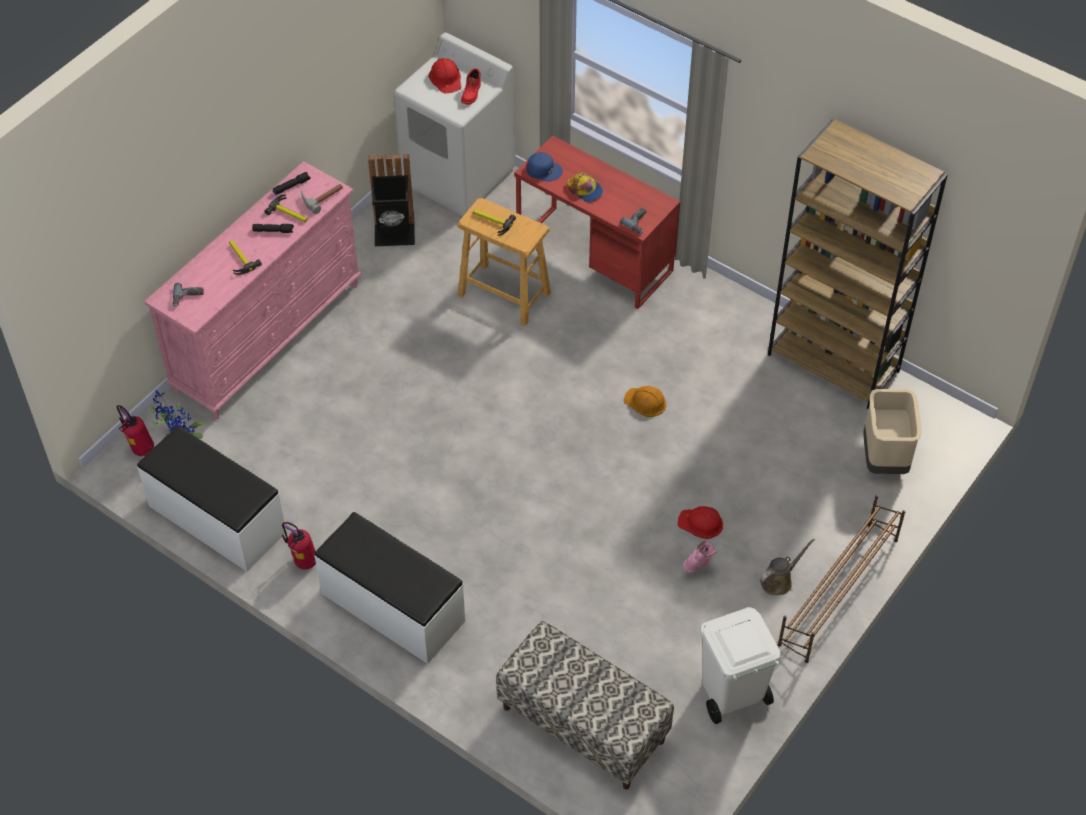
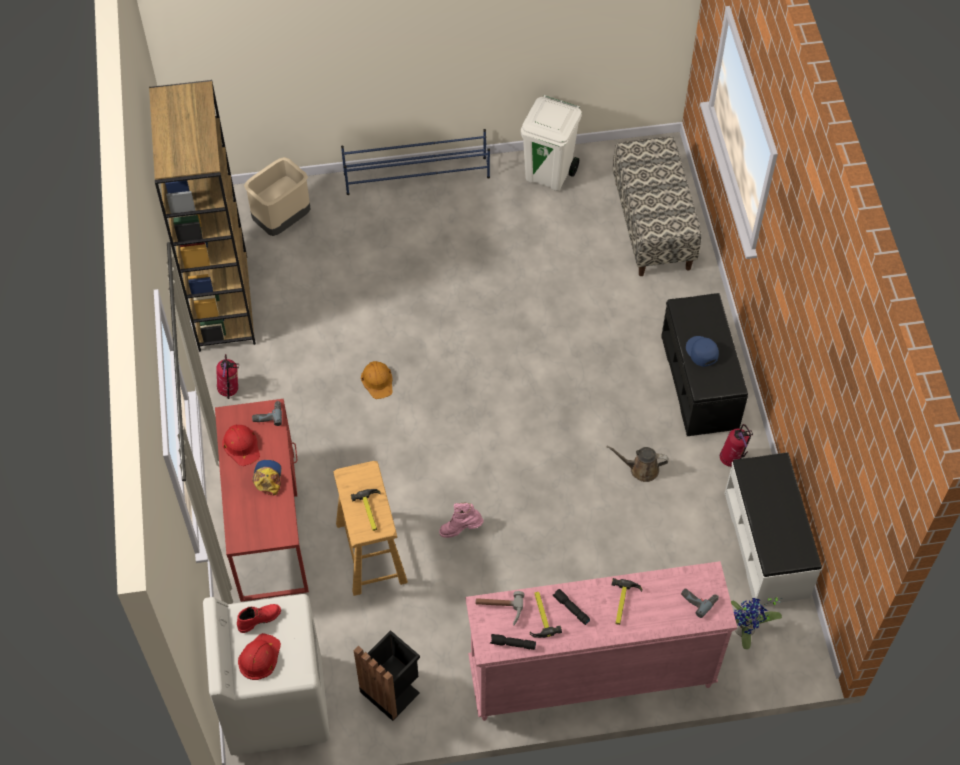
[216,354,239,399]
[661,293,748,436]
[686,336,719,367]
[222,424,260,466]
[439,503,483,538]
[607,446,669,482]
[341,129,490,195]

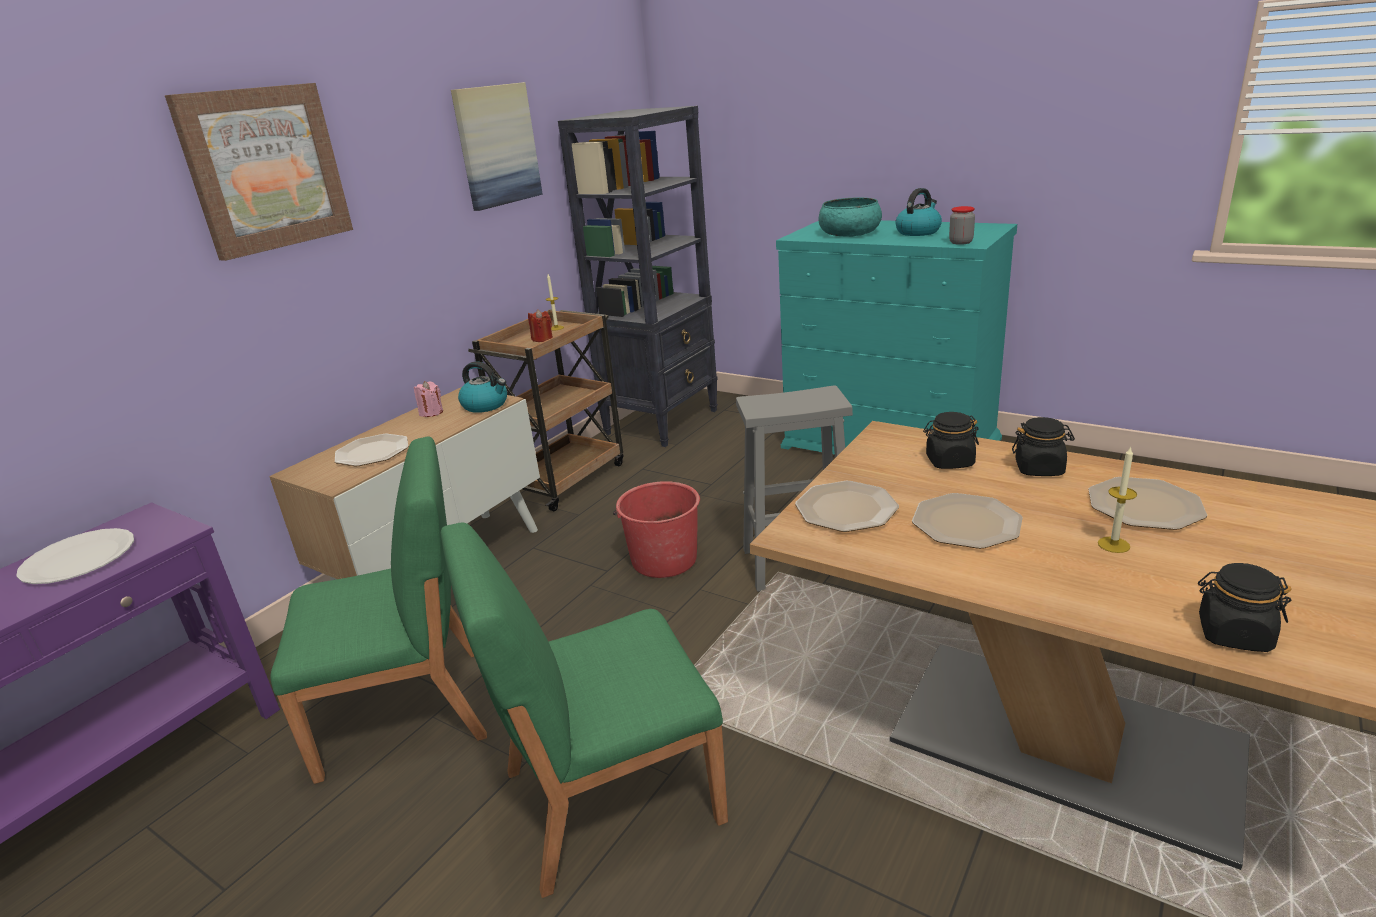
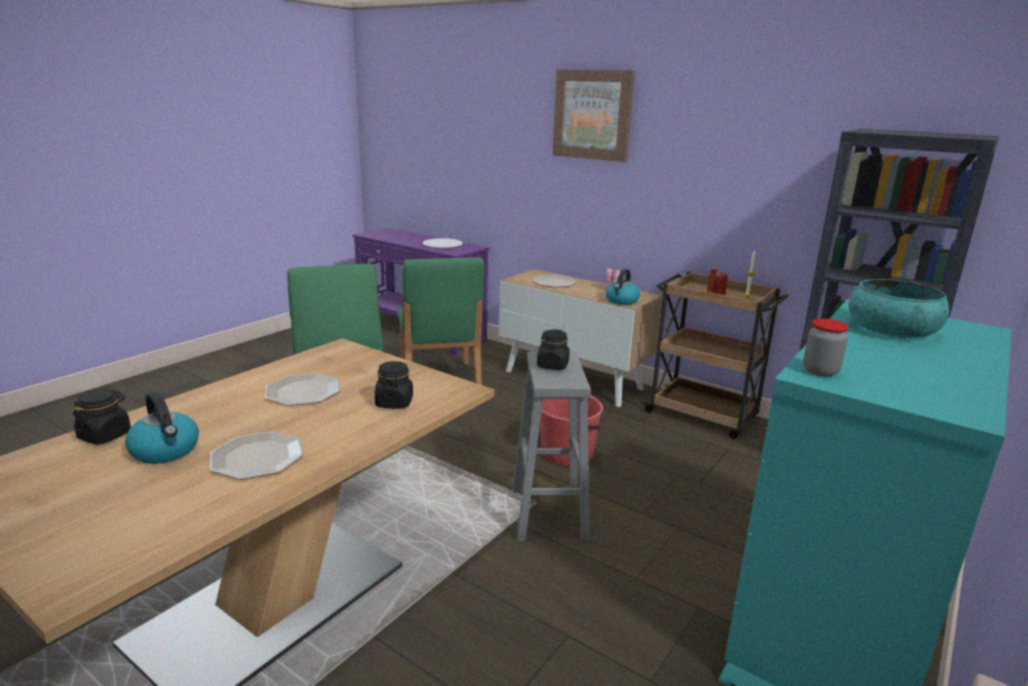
[451,82,543,211] (first image)
[795,481,899,532] (first image)
[125,391,199,464]
[537,329,570,370]
[1098,446,1137,553] (first image)

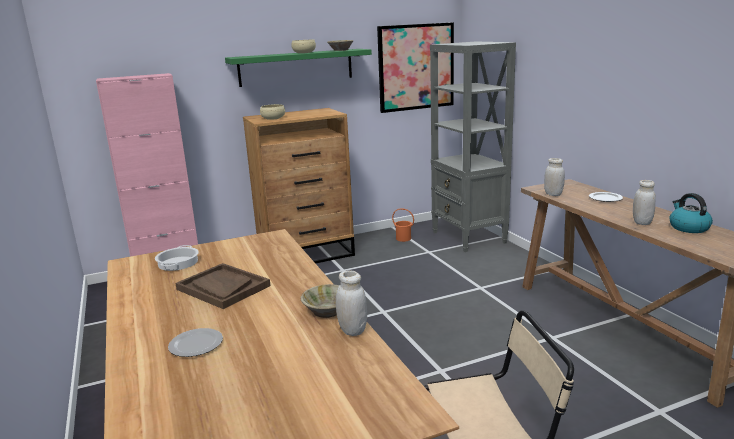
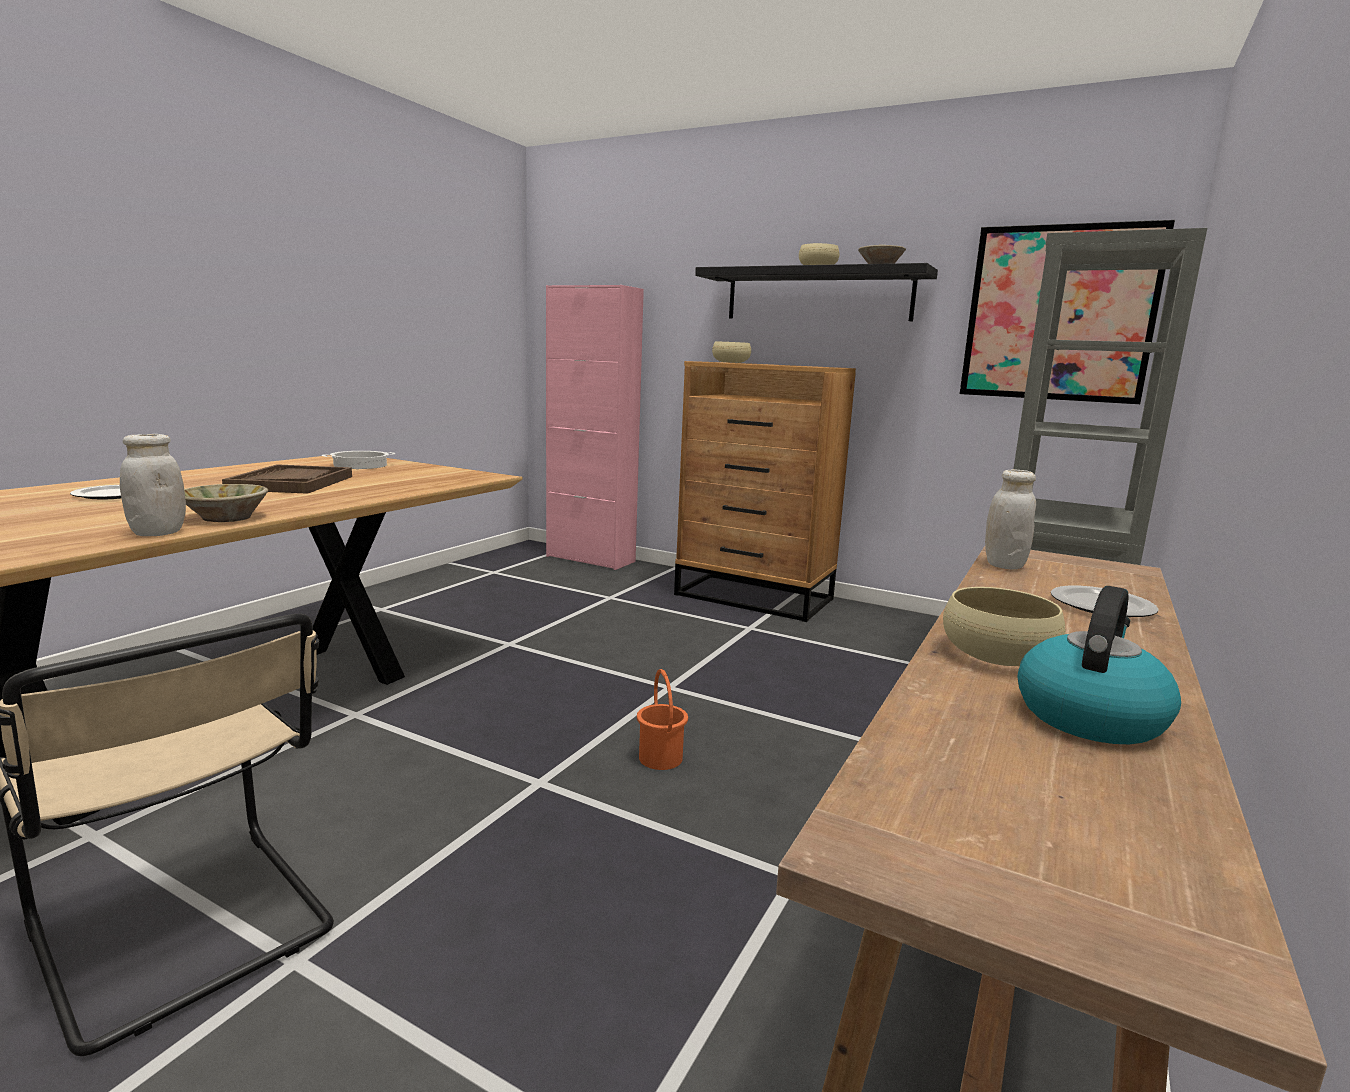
[695,263,938,321]
[637,669,688,770]
[943,587,1065,666]

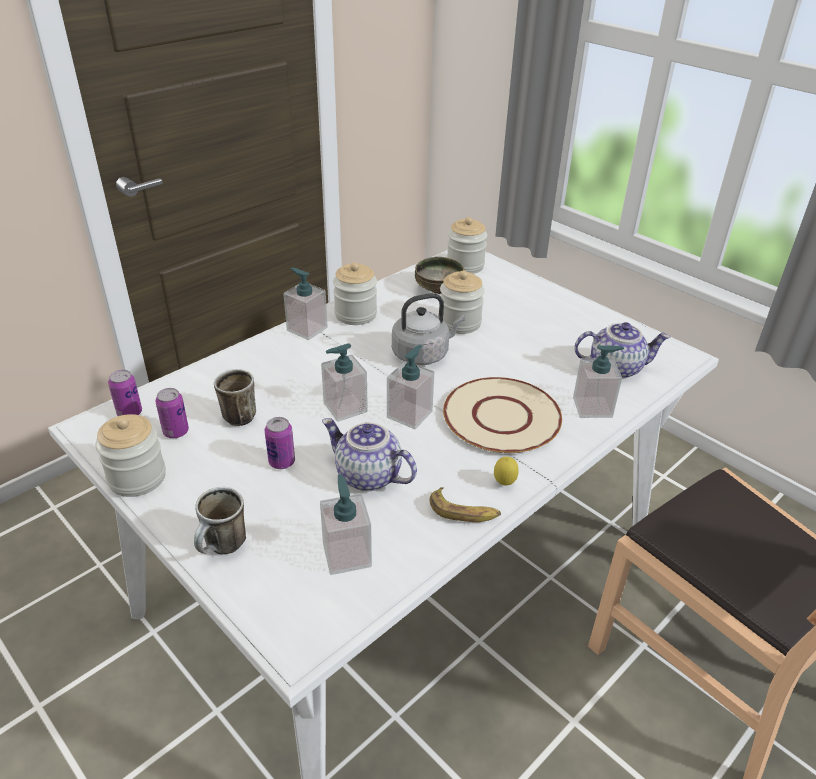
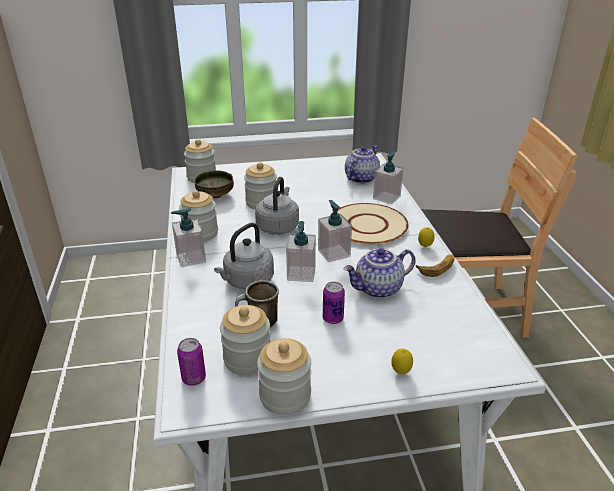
[220,305,271,375]
[391,349,413,374]
[320,474,372,575] (first image)
[214,223,274,290]

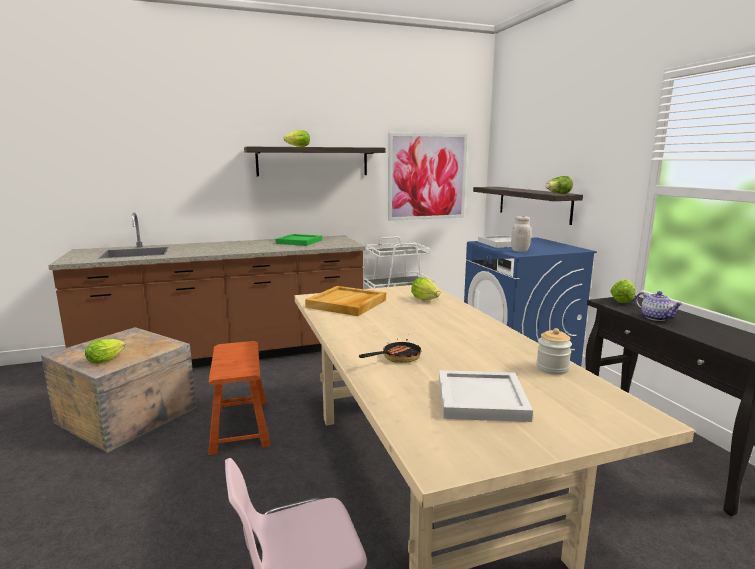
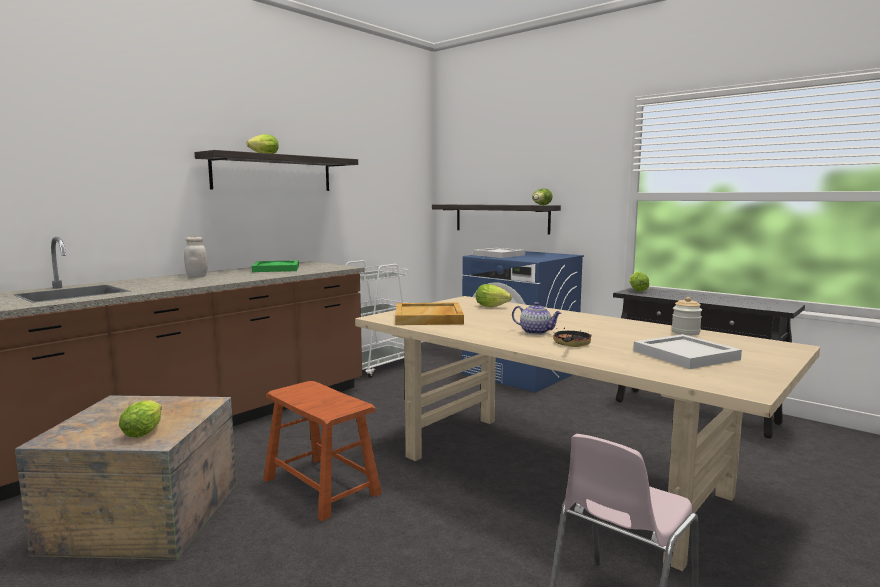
[388,133,468,221] (first image)
[184,237,208,278]
[512,302,562,335]

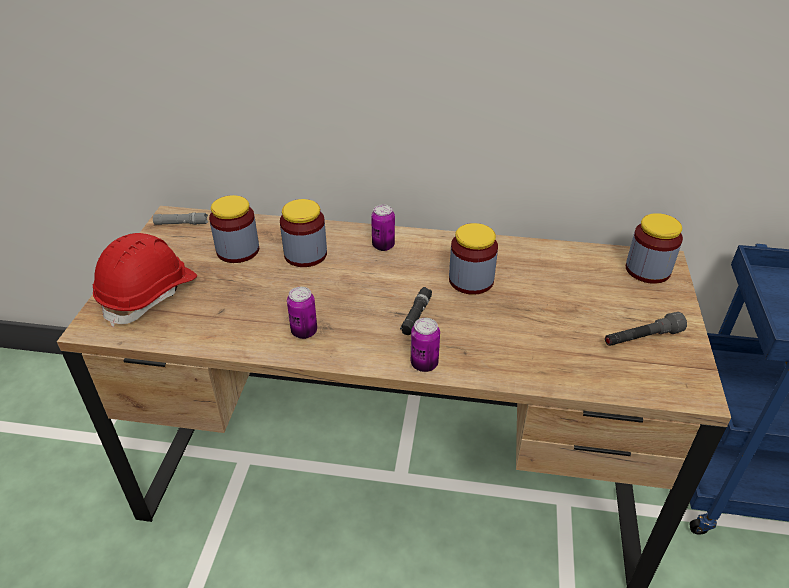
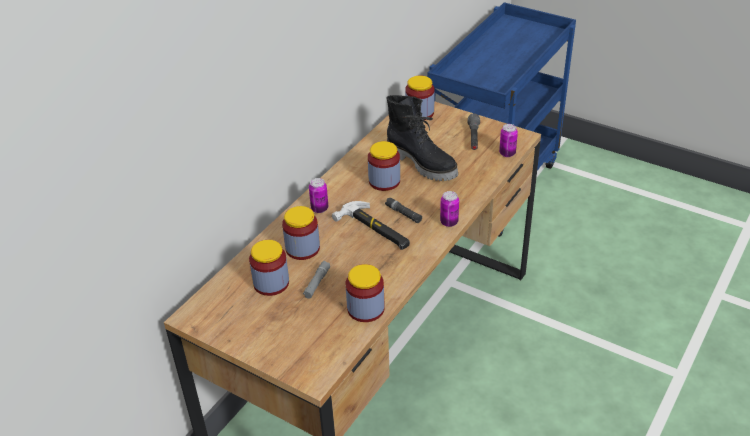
[93,233,197,327] (first image)
[303,261,330,299]
[499,124,518,157]
[332,201,410,250]
[346,264,385,322]
[387,95,458,181]

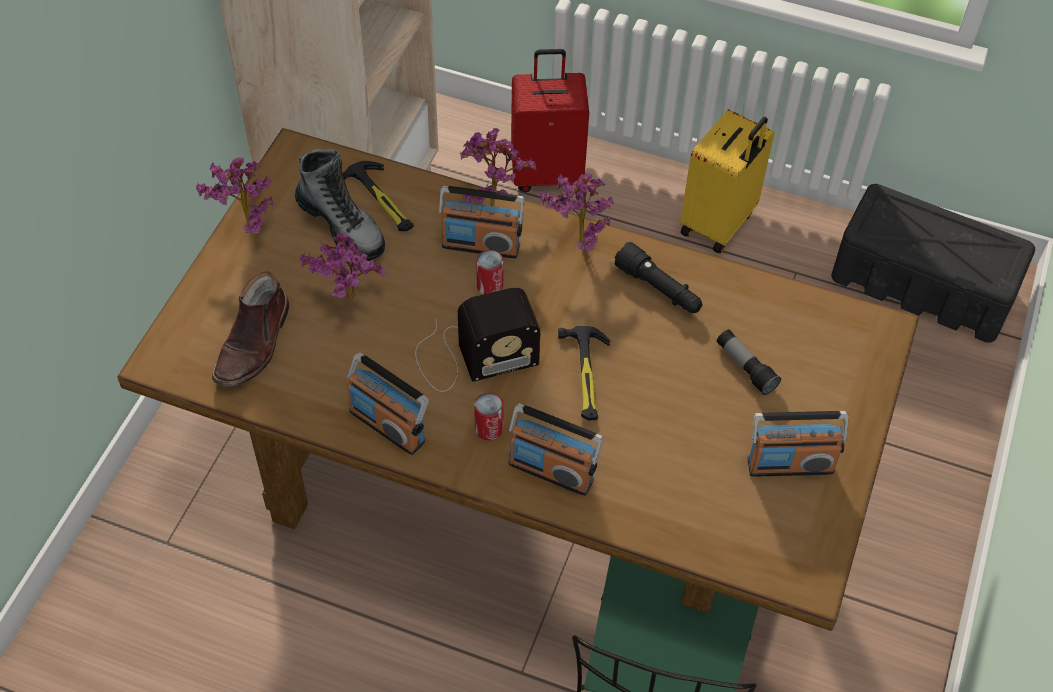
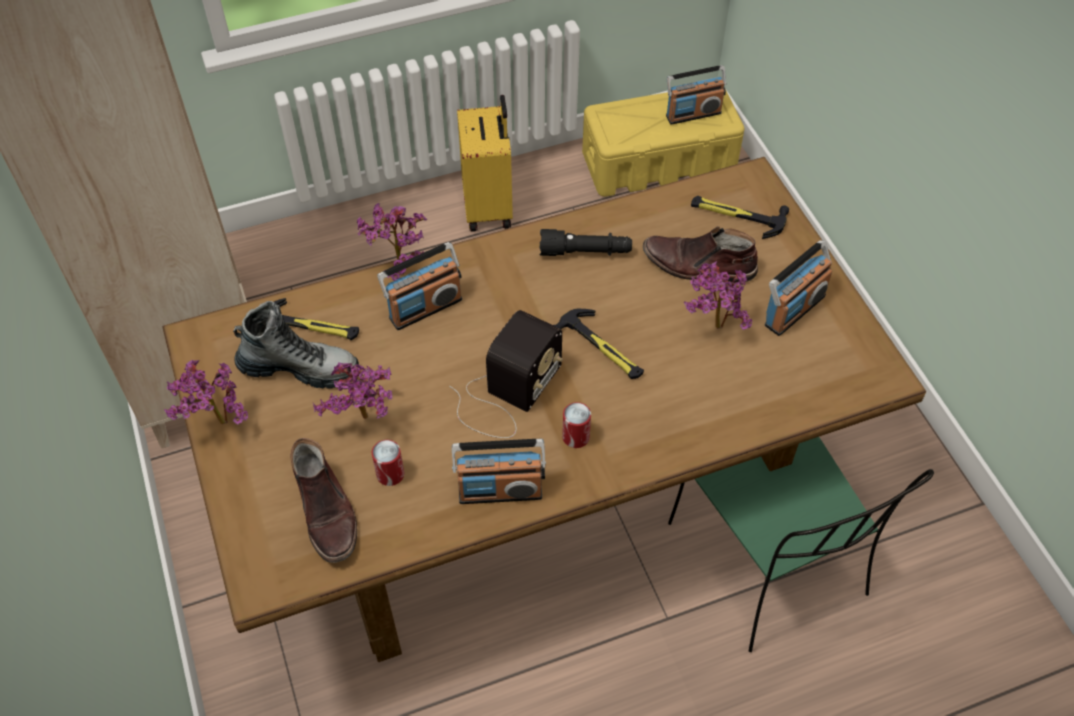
[372,440,404,486]
[666,65,726,125]
[511,49,589,192] (first image)
[684,261,752,330]
[643,226,758,283]
[582,89,744,197]
[691,196,789,239]

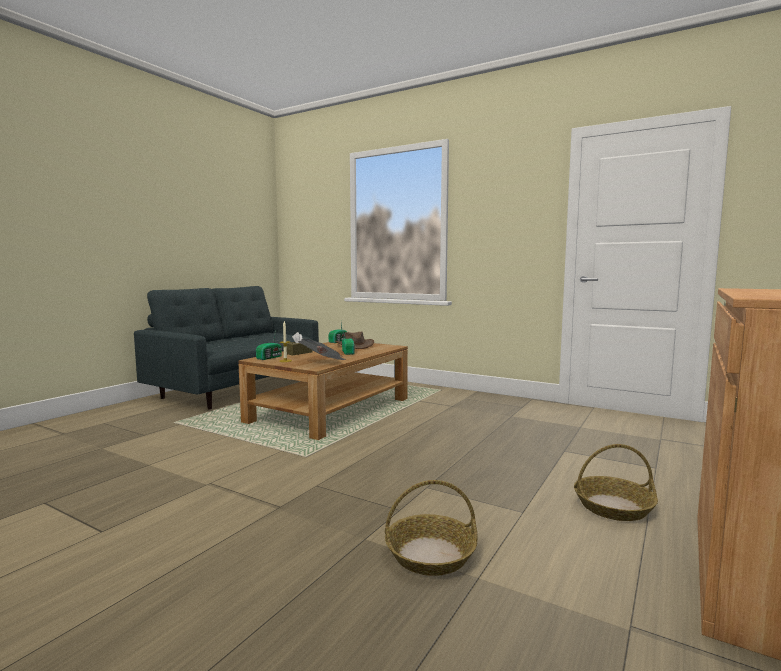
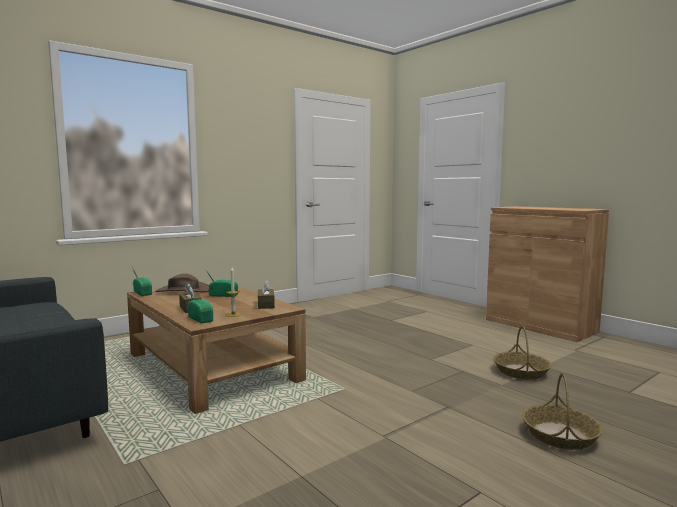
[258,280,275,309]
[522,373,603,450]

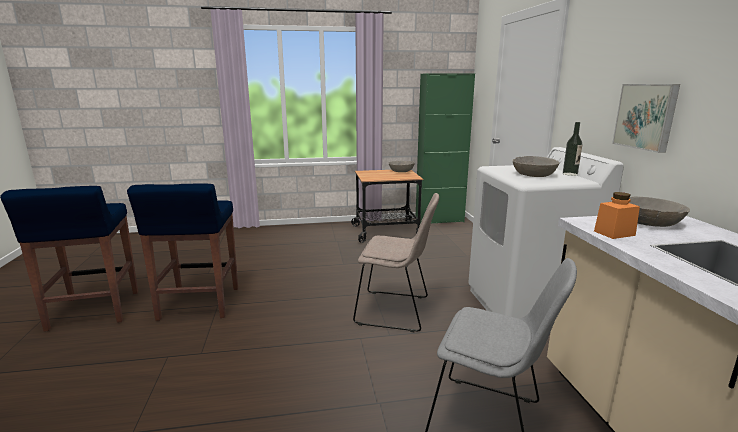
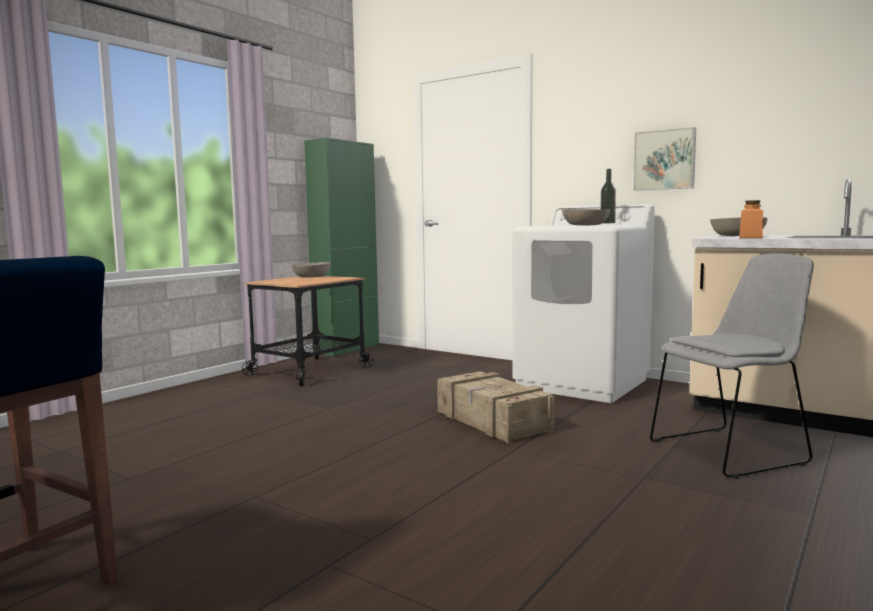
[127,183,238,321] (first image)
[437,371,554,443]

